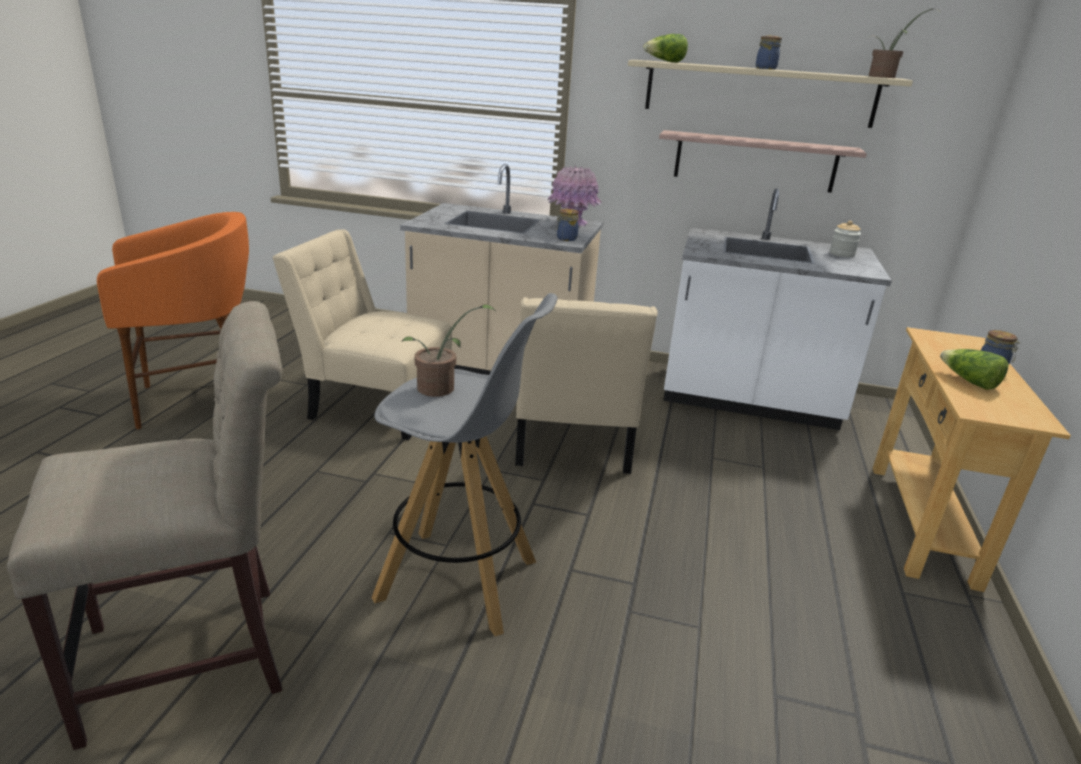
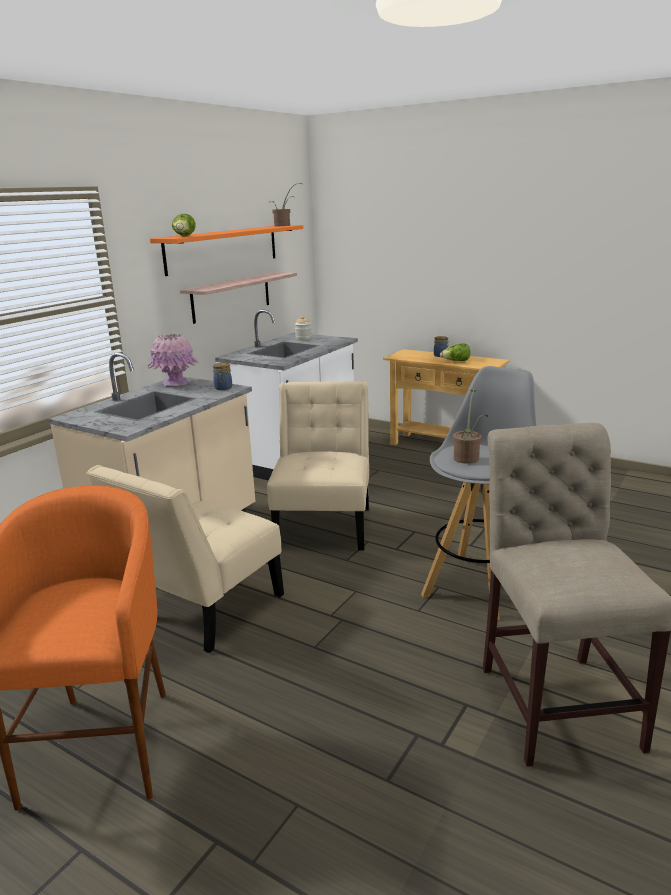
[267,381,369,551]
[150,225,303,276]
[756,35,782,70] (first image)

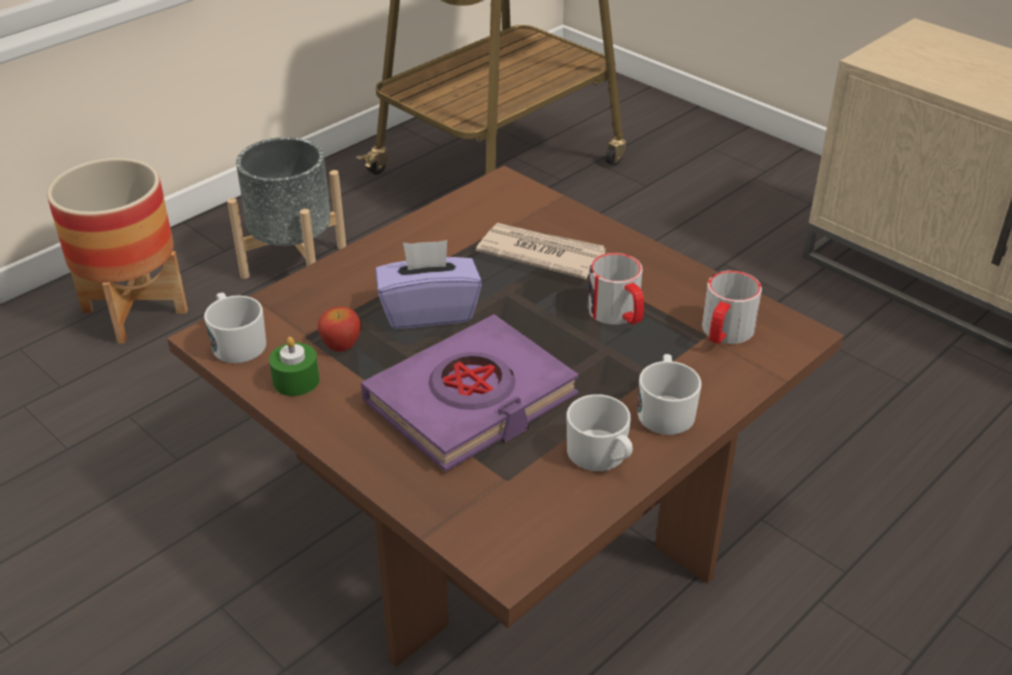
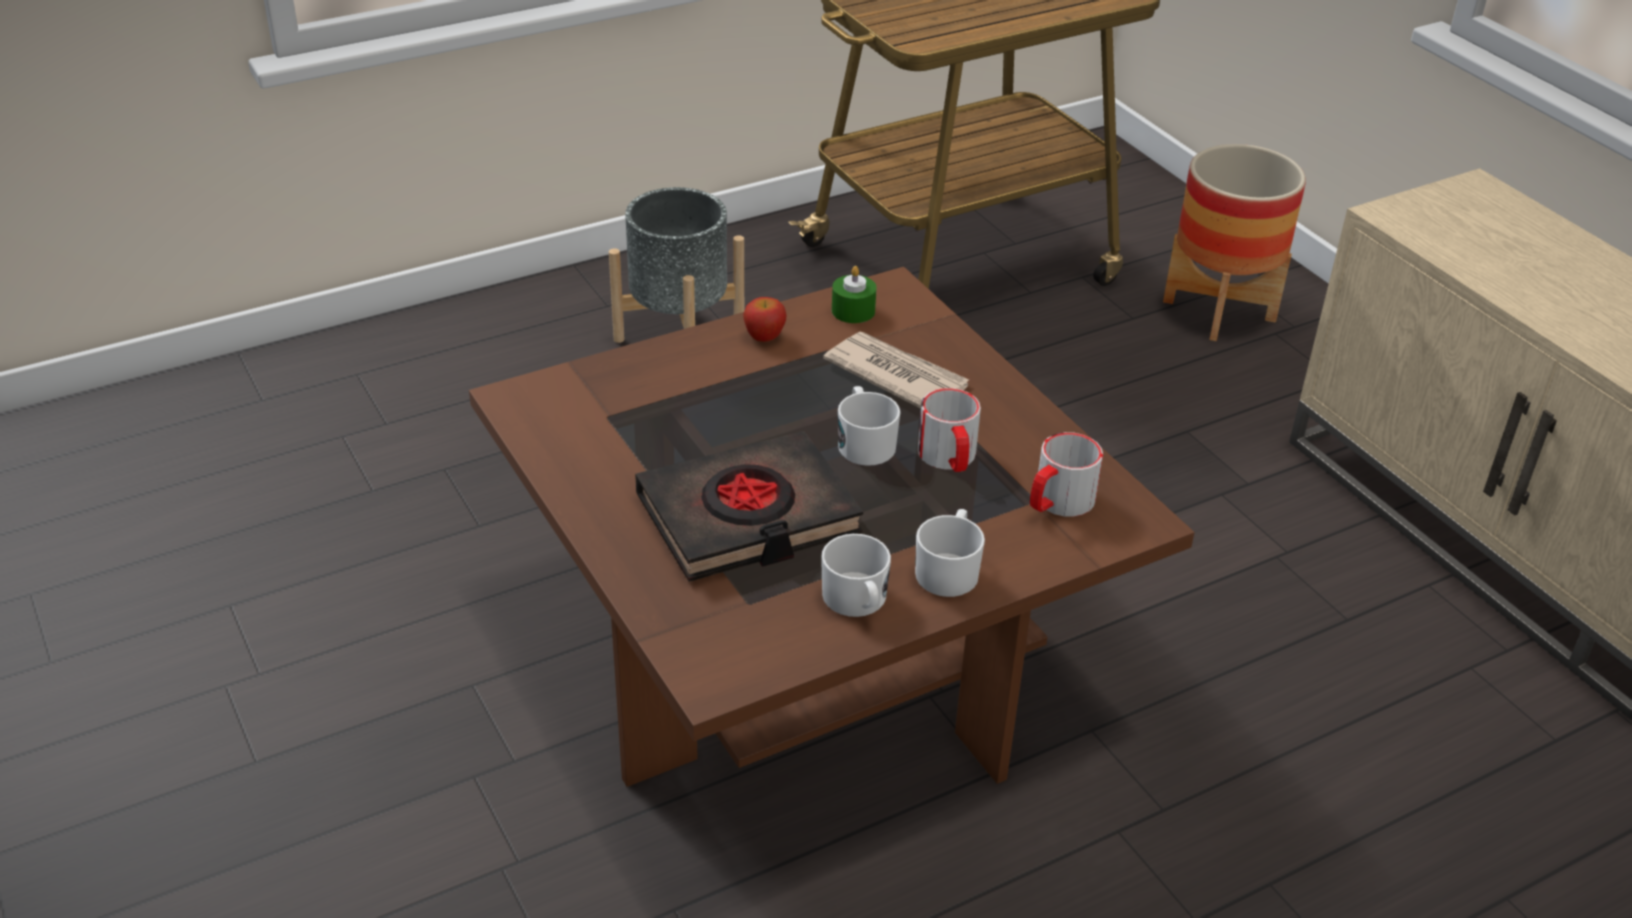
[1163,144,1306,341]
[838,386,900,466]
[832,266,877,323]
[743,297,786,342]
[635,431,863,582]
[375,240,482,329] (first image)

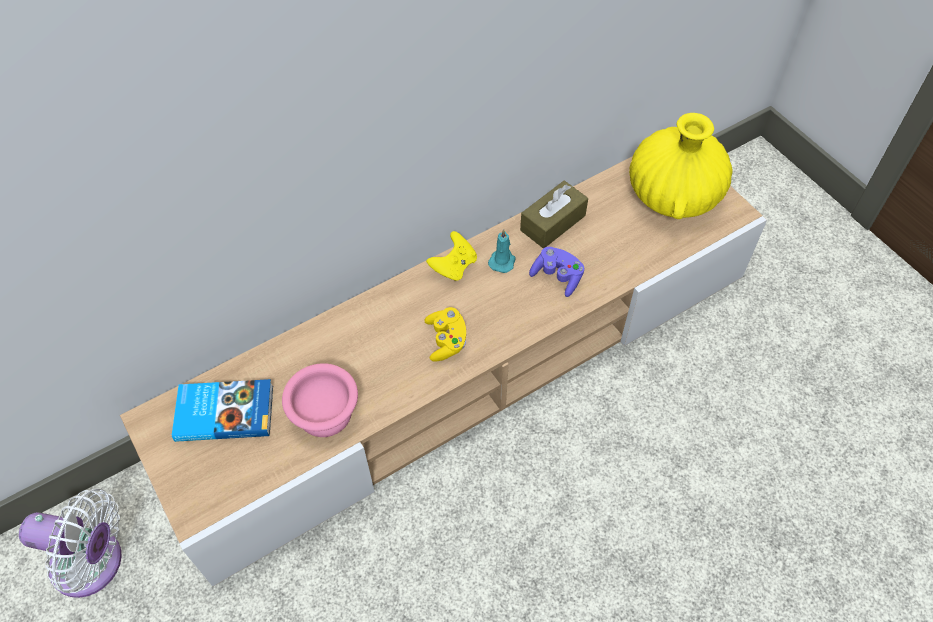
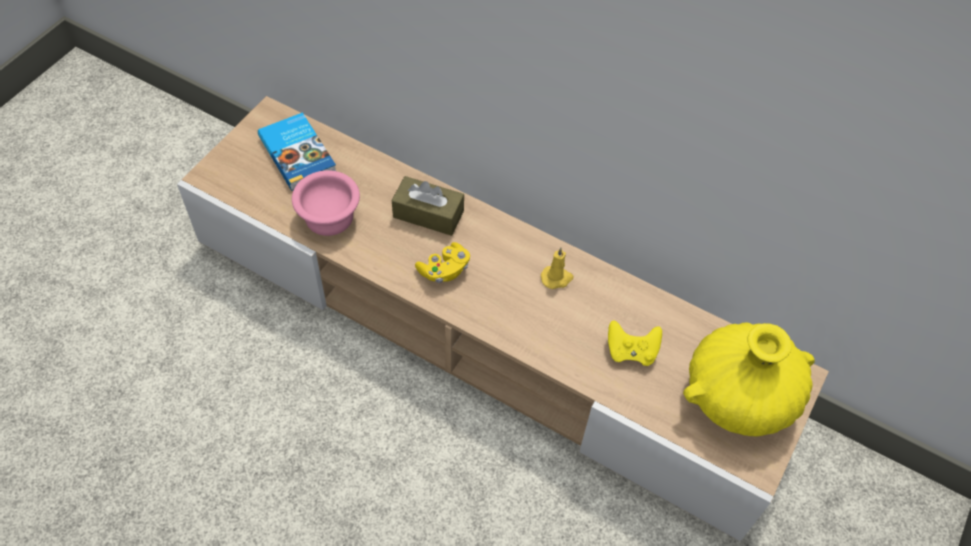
[19,489,122,598] (first image)
[608,320,662,366]
[541,248,573,289]
[392,176,464,236]
[529,247,584,297] (first image)

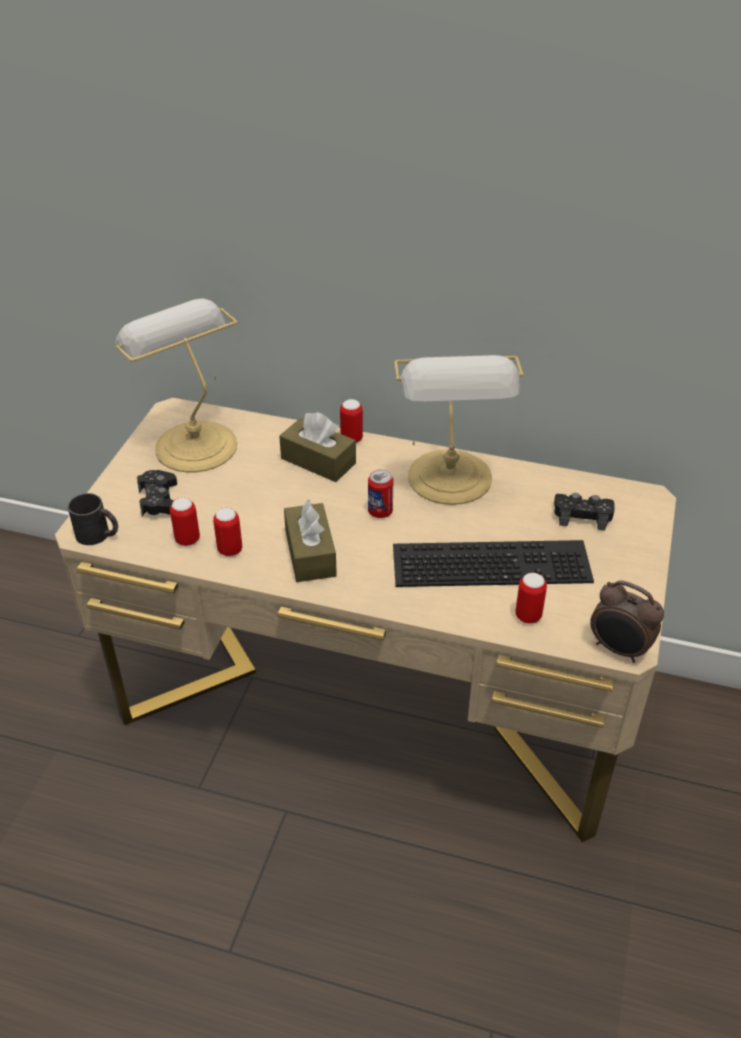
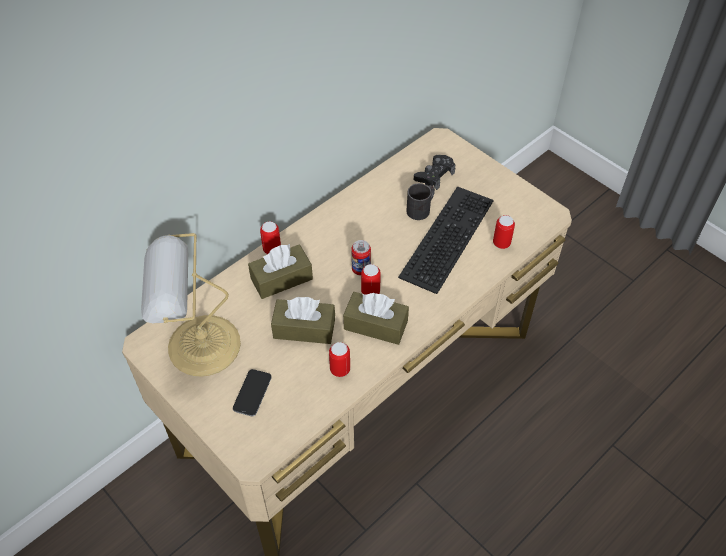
[406,183,435,220]
[233,369,272,416]
[361,264,381,295]
[394,355,524,505] (first image)
[590,580,664,663] (first image)
[271,297,335,344]

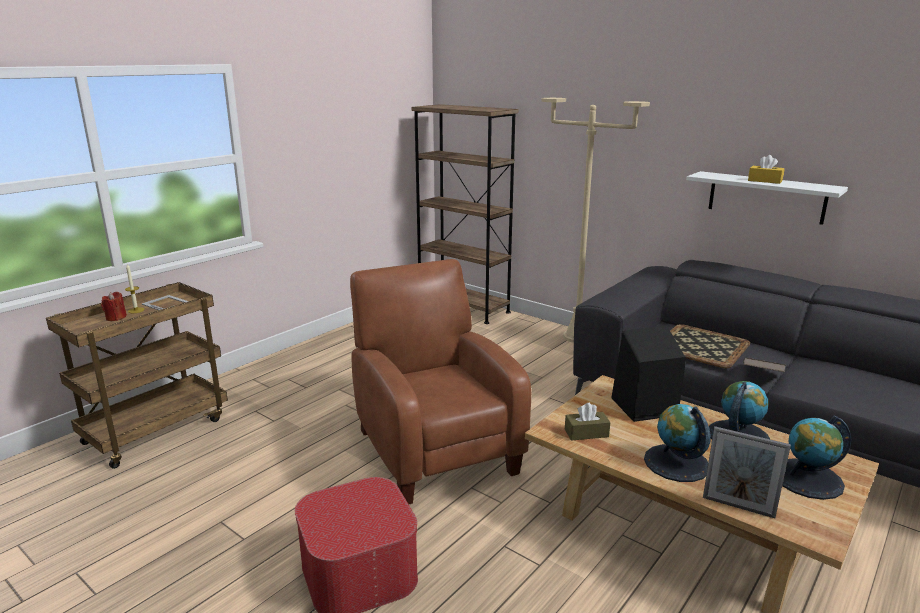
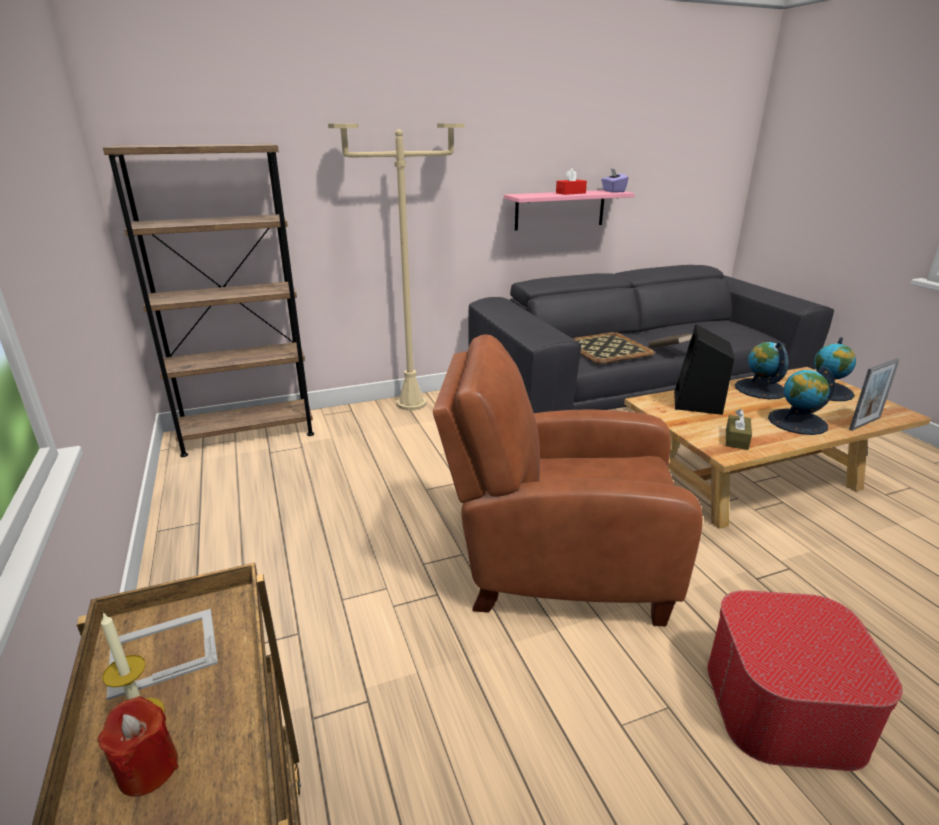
[504,190,635,231]
[556,168,587,195]
[601,169,629,193]

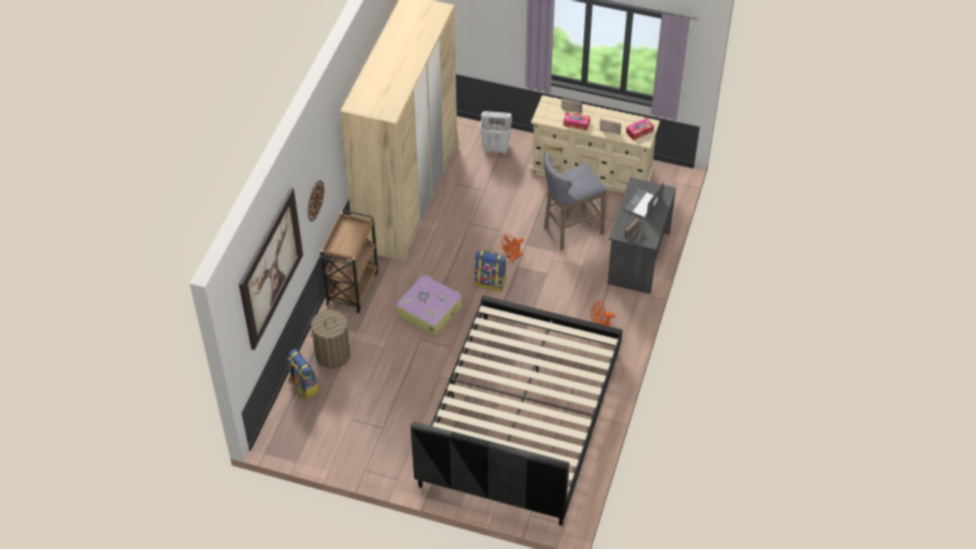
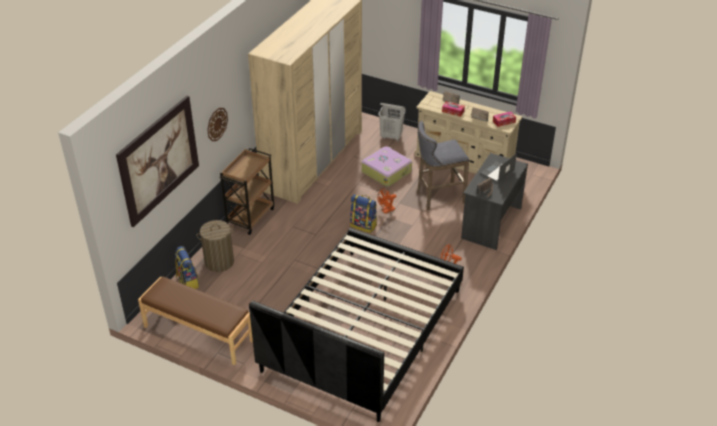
[361,146,412,187]
[138,276,253,365]

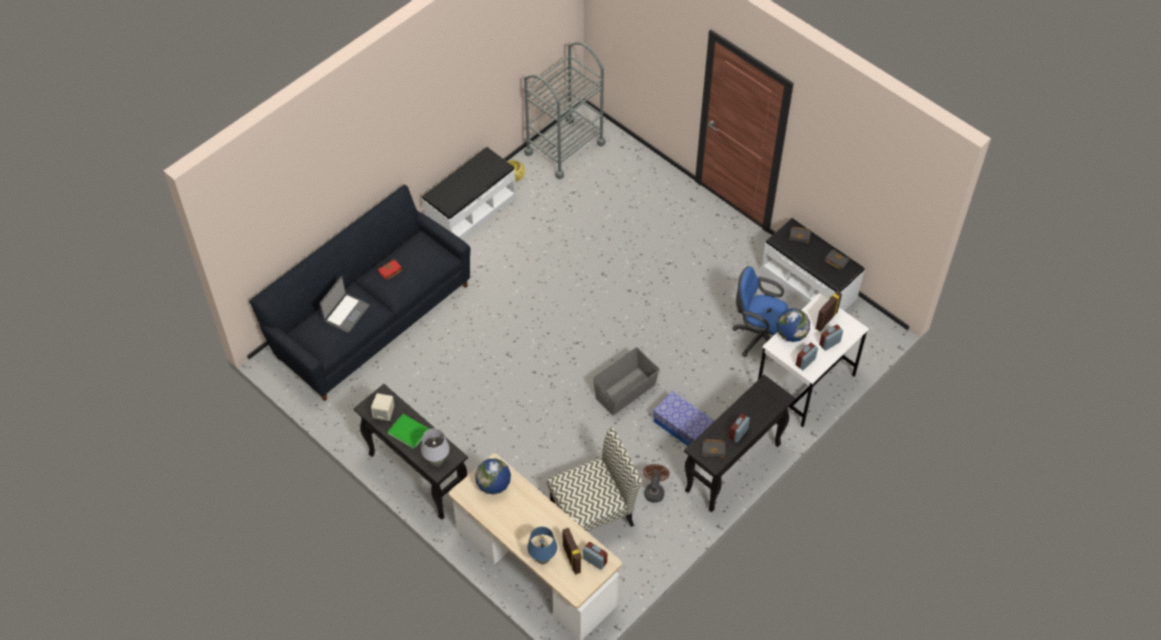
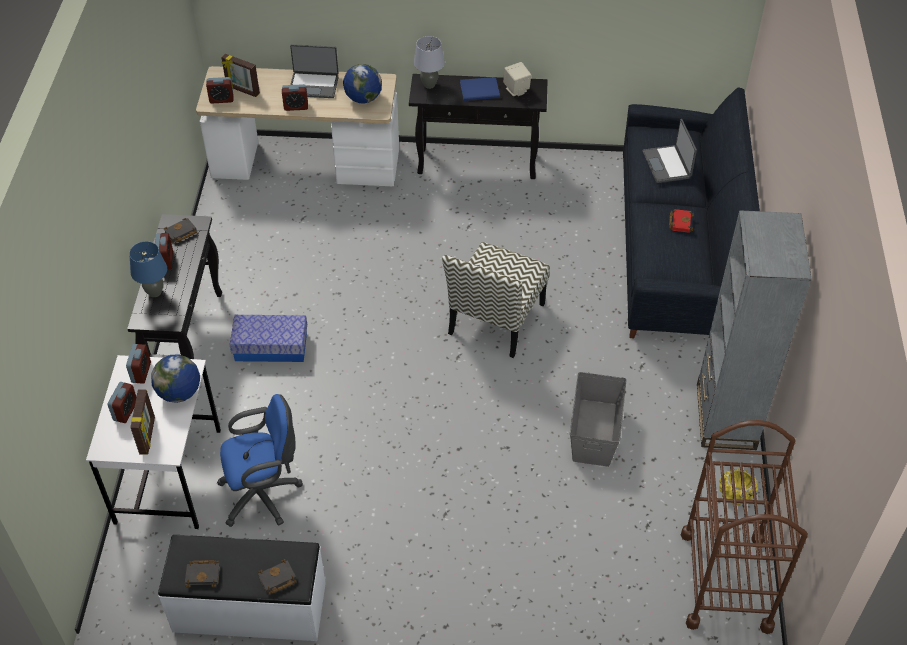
[460,77,500,101]
[697,210,812,450]
[681,420,808,634]
[129,241,167,297]
[442,242,550,358]
[570,372,626,467]
[643,464,670,503] (first image)
[282,84,308,111]
[290,44,339,98]

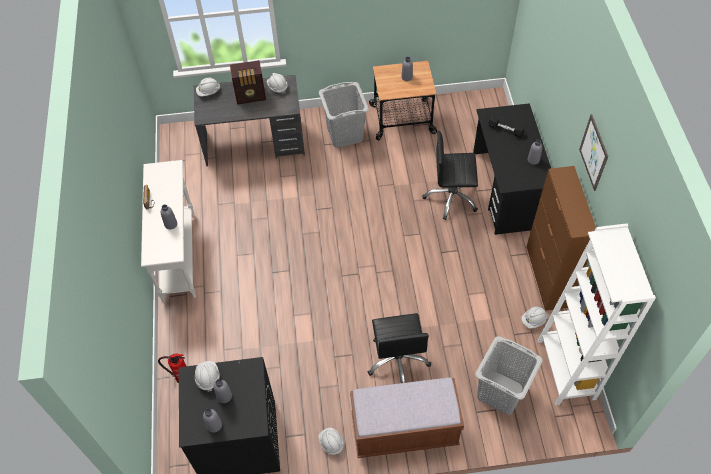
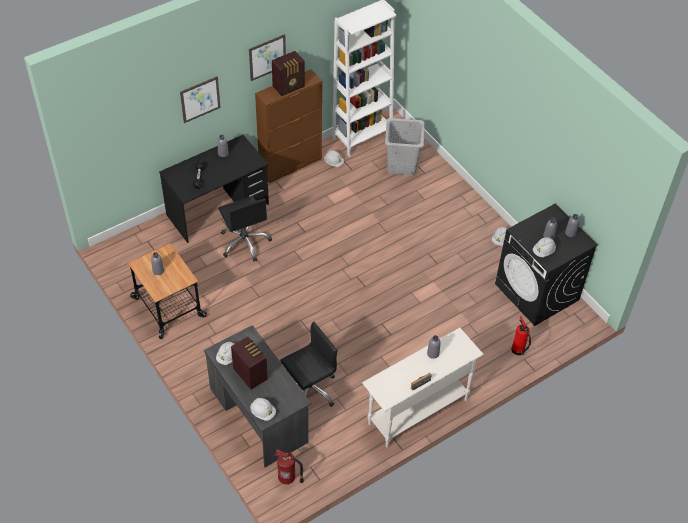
[319,82,369,148] (first image)
[350,377,464,458] (first image)
[280,321,338,407]
[180,76,221,123]
[272,51,305,96]
[274,449,304,484]

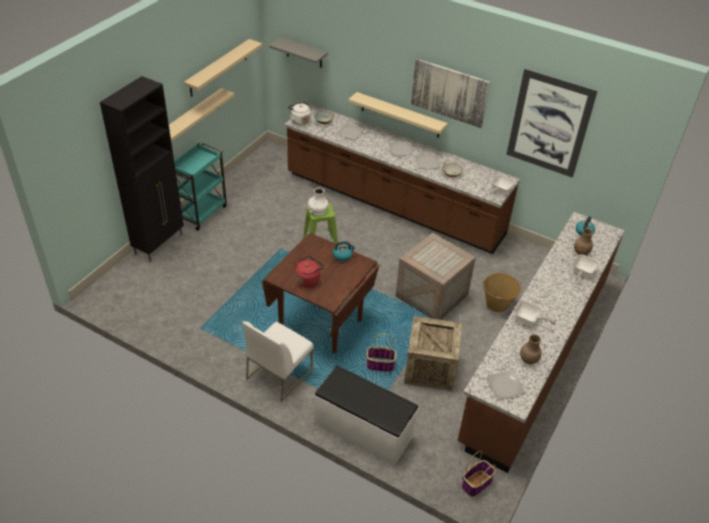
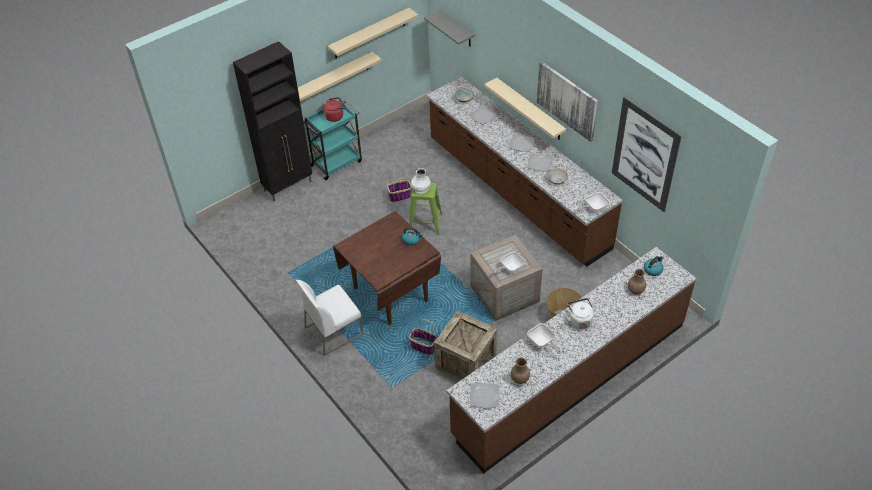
[566,298,594,329]
[324,97,346,122]
[315,366,418,466] (first image)
[387,169,412,202]
[492,252,525,274]

